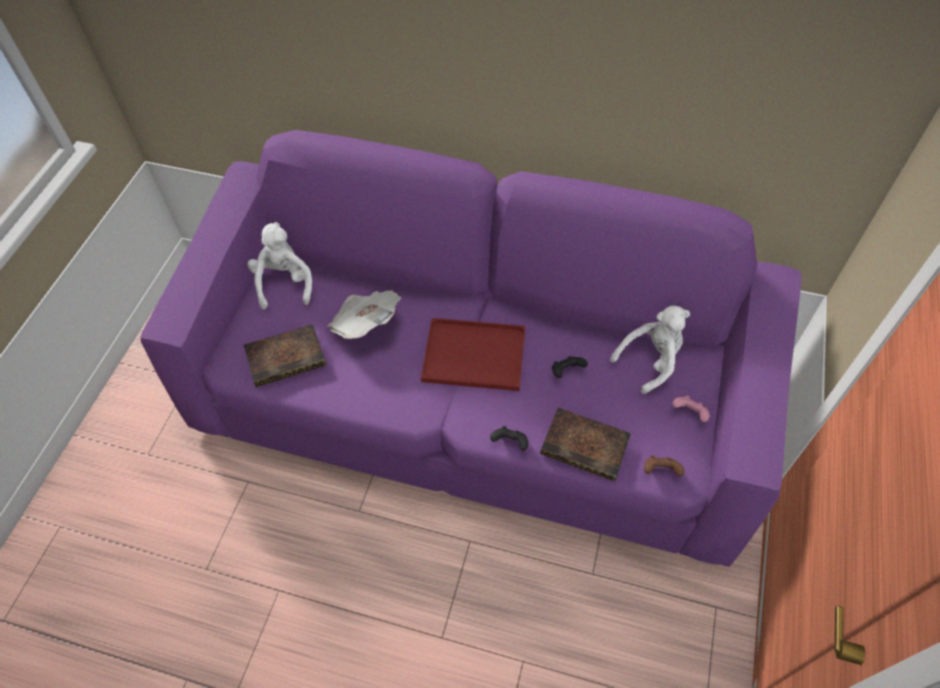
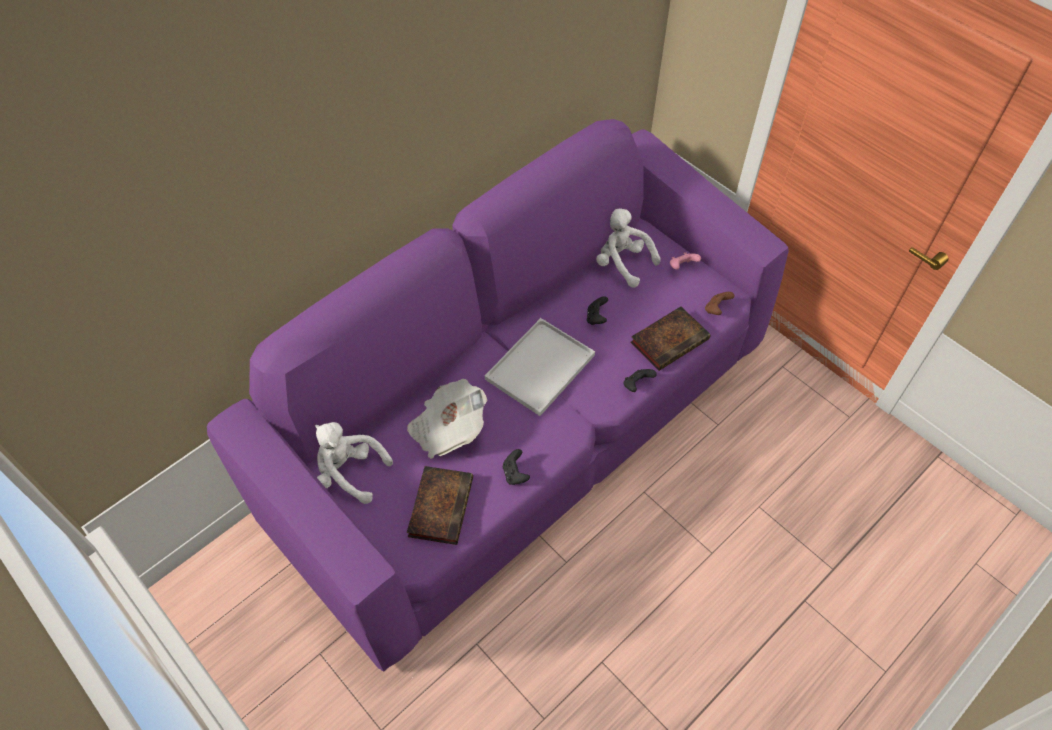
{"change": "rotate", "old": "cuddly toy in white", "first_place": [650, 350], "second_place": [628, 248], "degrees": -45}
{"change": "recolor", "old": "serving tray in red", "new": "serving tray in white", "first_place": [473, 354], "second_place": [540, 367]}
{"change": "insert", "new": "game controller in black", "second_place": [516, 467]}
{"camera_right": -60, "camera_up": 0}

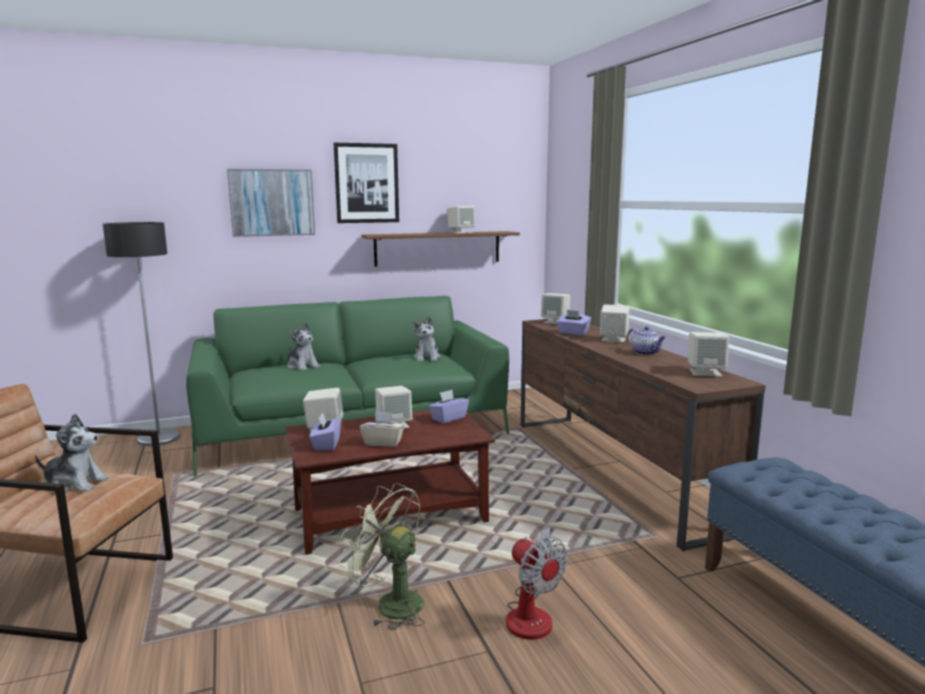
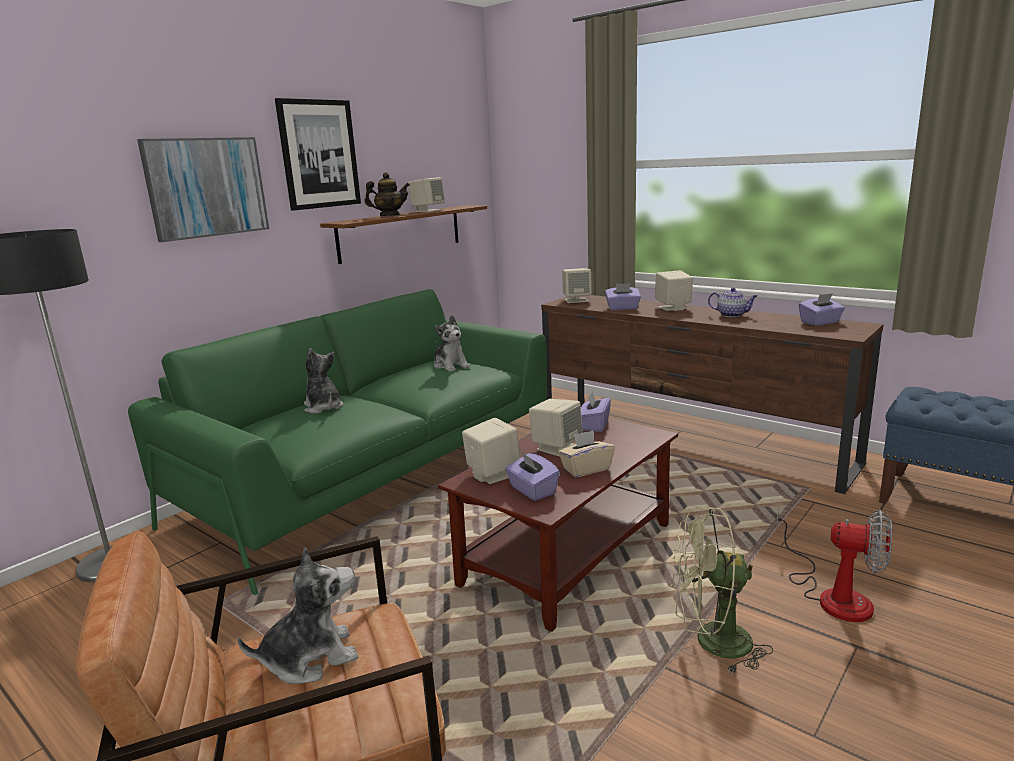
{"change": "rotate", "old": "cuddly toy", "first_place": [303, 346], "second_place": [323, 381], "degrees": -135}
{"change": "replace", "old": "speaker in beige", "new": "tissue box in purplish", "first_place": [708, 354], "second_place": [822, 309]}
{"change": "insert", "new": "pot for tea", "second_place": [387, 194]}
{"camera_right": -30, "camera_up": 5}

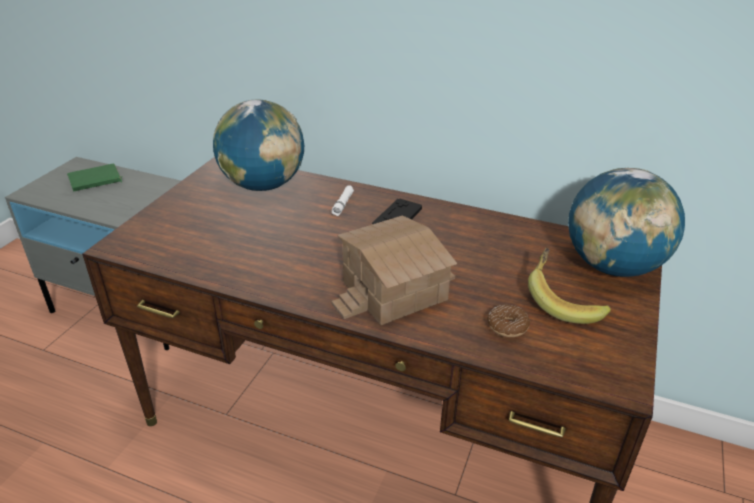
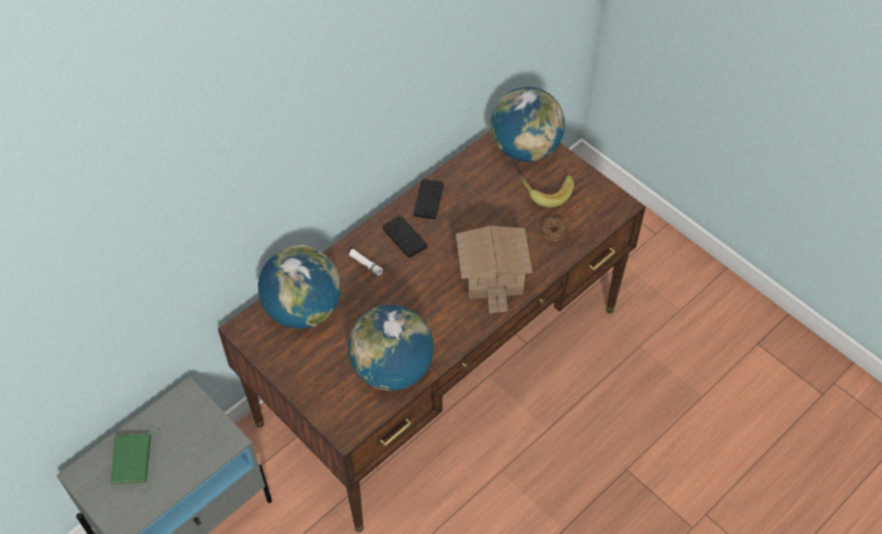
{"change": "insert", "new": "game controller in black", "second_place": [428, 199]}
{"change": "insert", "new": "globe", "second_place": [391, 348]}
{"camera_right": -65, "camera_up": 20}

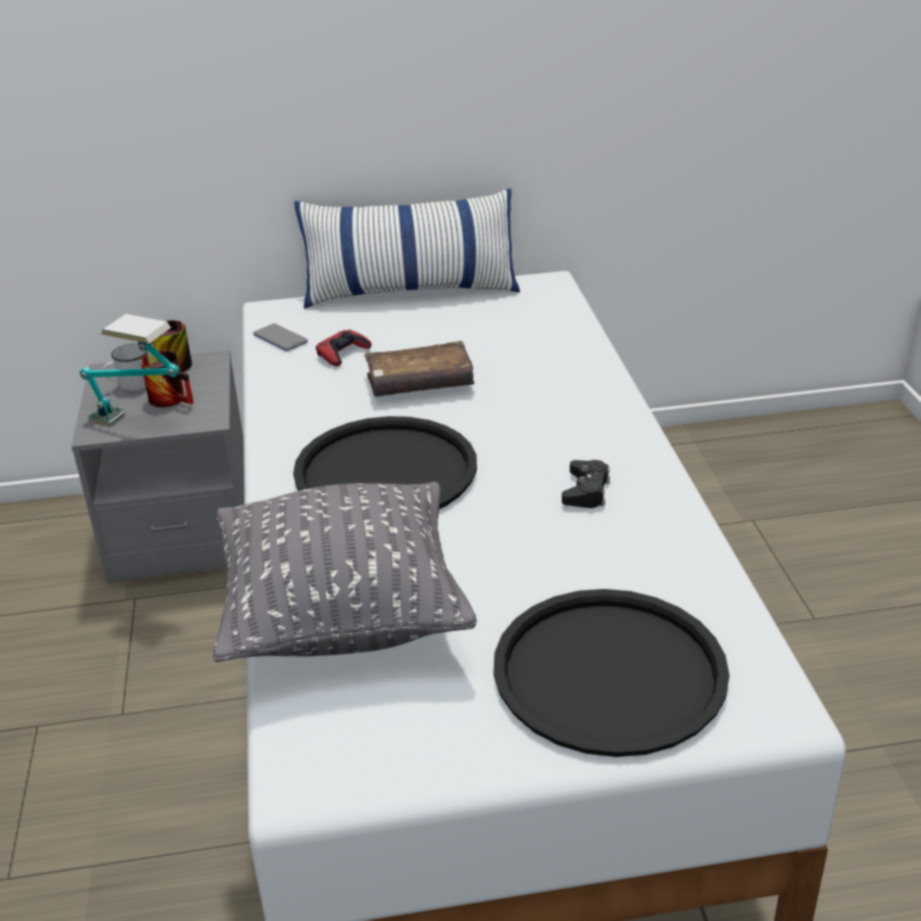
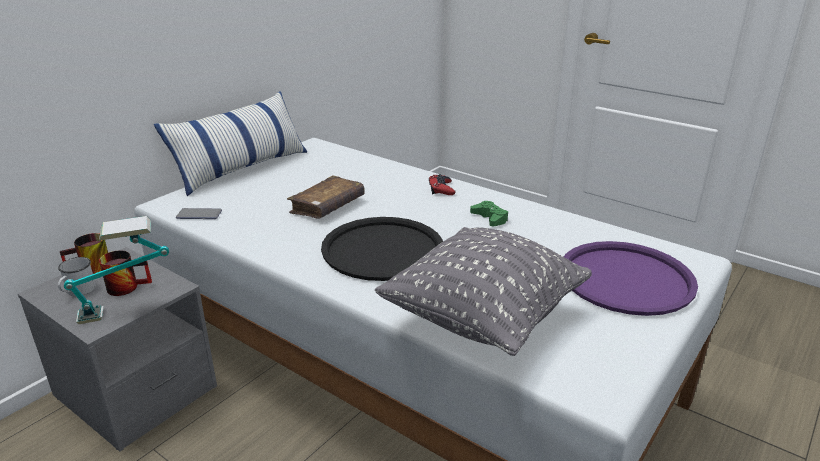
{"change": "move", "old": "game controller in red", "first_place": [343, 348], "second_place": [442, 184]}
{"change": "recolor", "old": "game controller in black", "new": "game controller in green", "first_place": [586, 484], "second_place": [489, 214]}
{"change": "recolor", "old": "serving tray in black", "new": "serving tray in purplish", "first_place": [611, 673], "second_place": [631, 278]}
{"camera_right": -45, "camera_up": -5}

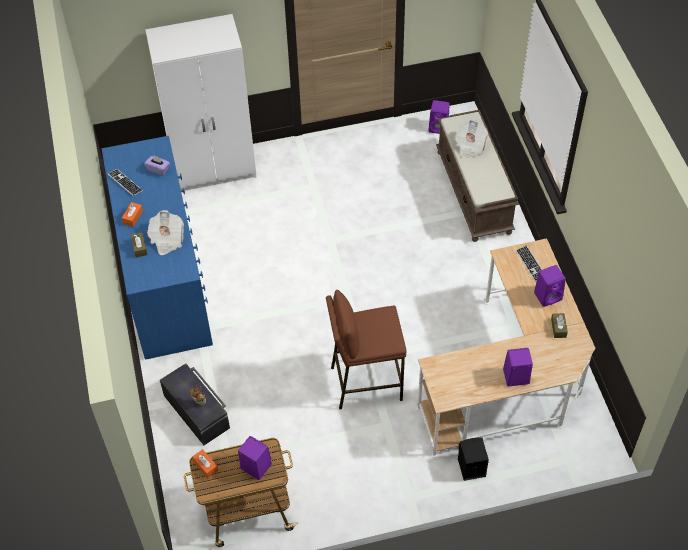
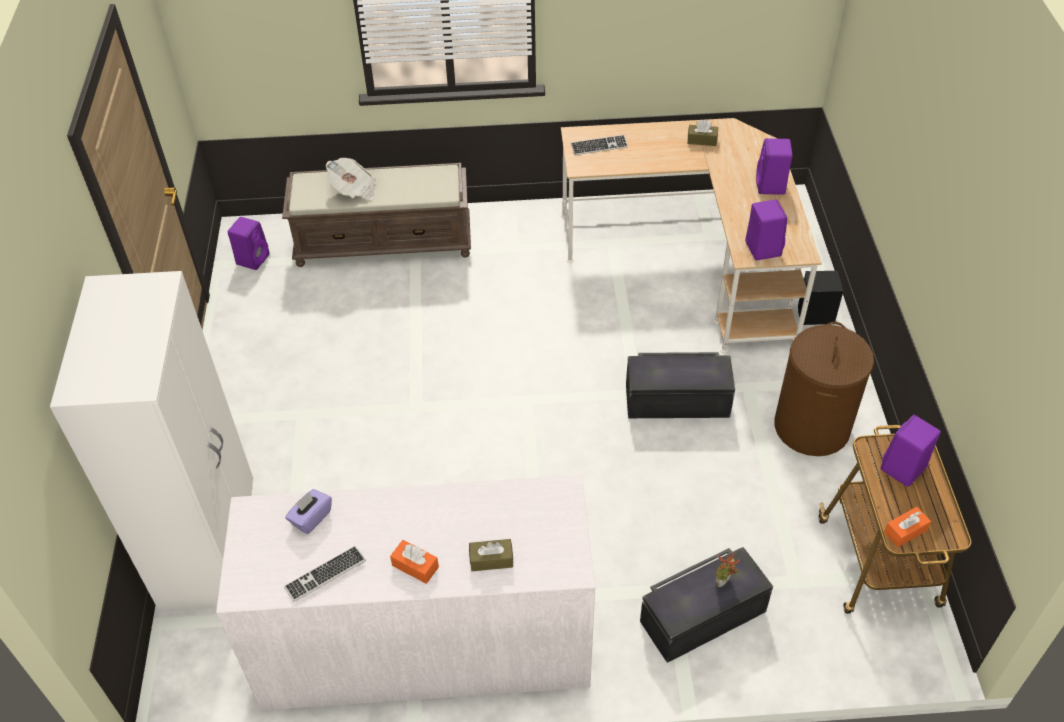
{"change": "recolor", "old": "chest of drawers in blue-coloured", "new": "chest of drawers in white", "first_place": [157, 248], "second_place": [405, 592]}
{"change": "delete", "old": "printed paper", "first_place": [165, 232]}
{"change": "move", "old": "speaker in purplish", "first_place": [550, 286], "second_place": [766, 229]}
{"change": "replace", "old": "sitting stool in brown-coloured", "new": "storage box in black", "first_place": [366, 350], "second_place": [680, 385]}
{"change": "insert", "new": "hamper in brown-coloured", "second_place": [824, 389]}
{"camera_right": -80, "camera_up": -5}

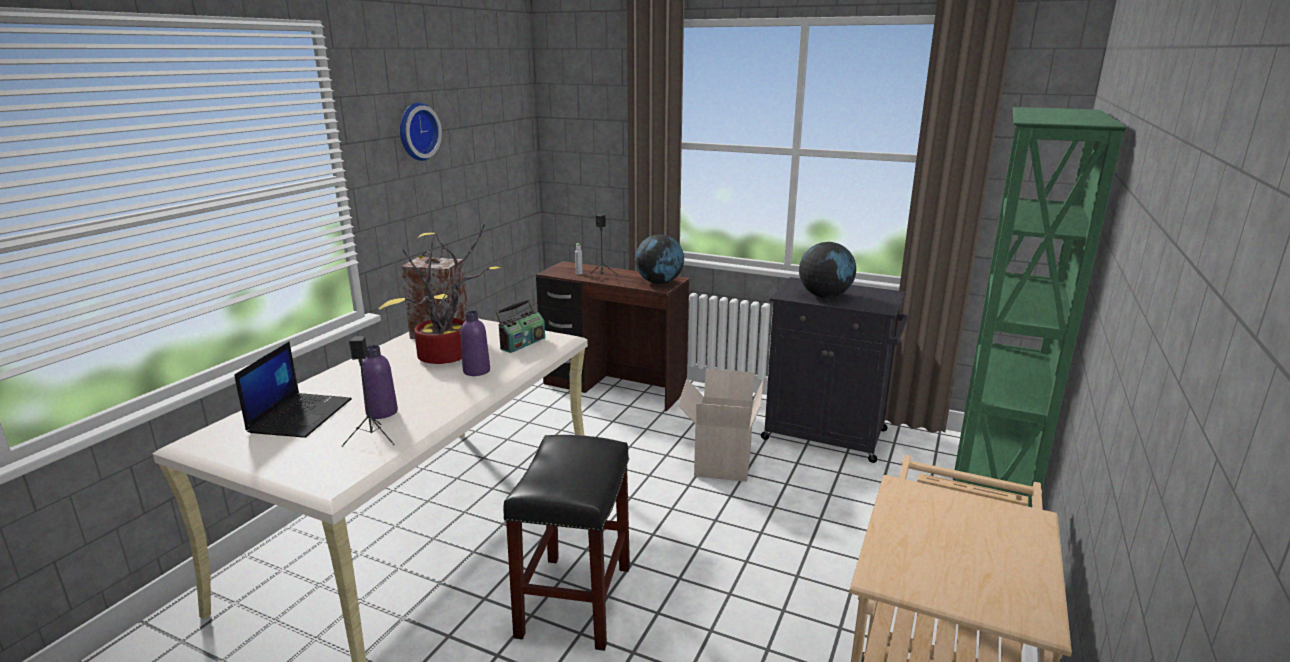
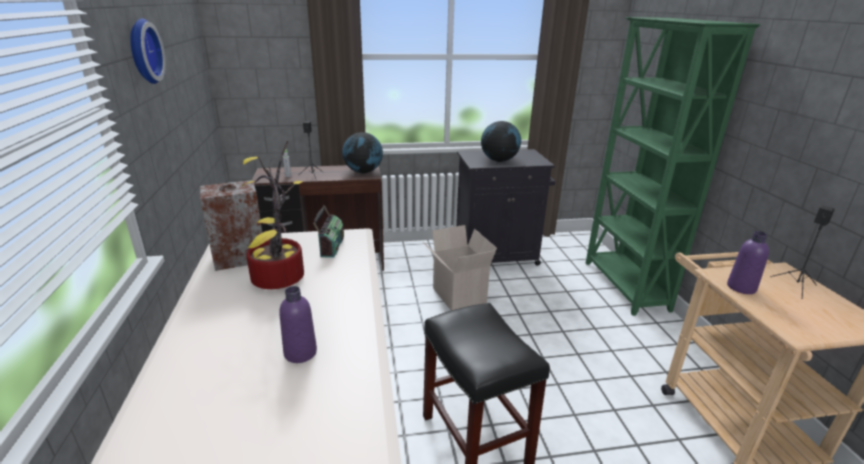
{"change": "move", "old": "bottle in purplish", "first_place": [475, 343], "second_place": [748, 262]}
{"change": "move", "old": "speaker in black", "first_place": [368, 391], "second_place": [802, 252]}
{"change": "delete", "old": "laptop", "first_place": [293, 389]}
{"camera_right": -35, "camera_up": 5}

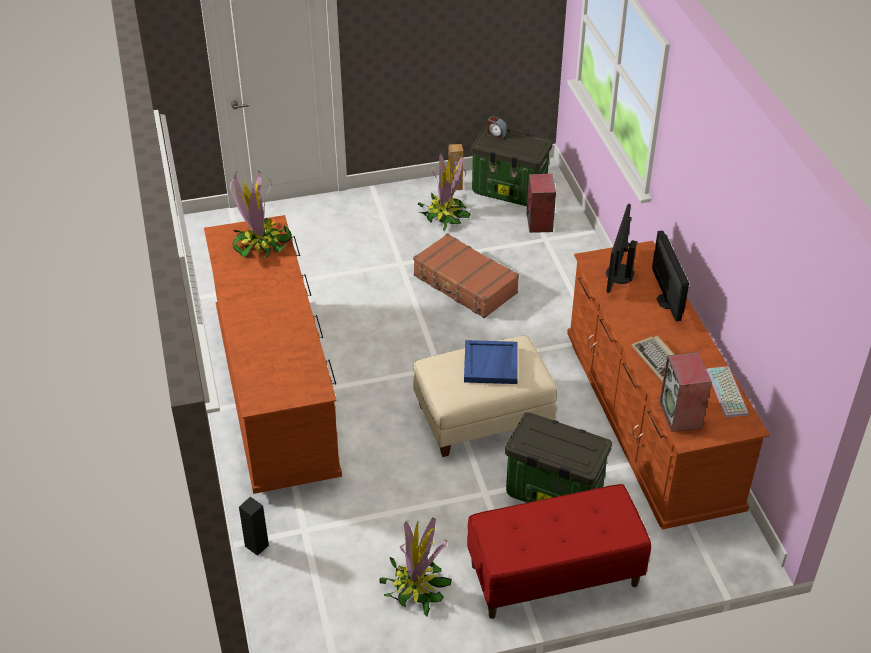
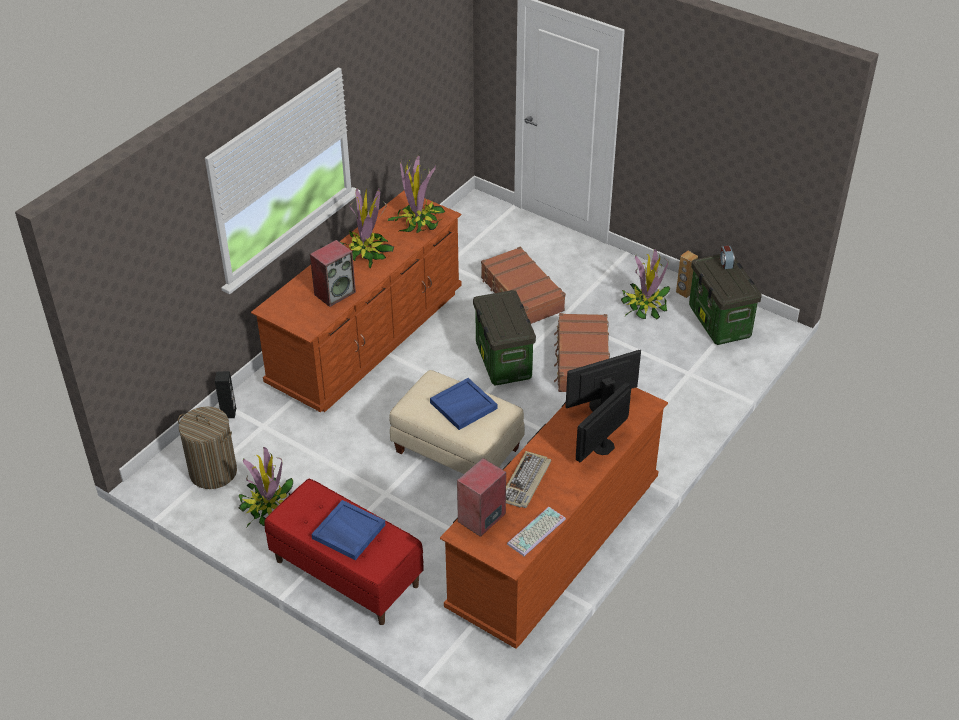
{"change": "move", "old": "speaker", "first_place": [541, 203], "second_place": [333, 273]}
{"change": "move", "old": "storage box", "first_place": [558, 457], "second_place": [504, 338]}
{"change": "insert", "new": "potted plant", "second_place": [367, 228]}
{"change": "insert", "new": "piece of luggage in brown-coloured", "second_place": [523, 285]}
{"change": "insert", "new": "hamper", "second_place": [207, 447]}
{"change": "insert", "new": "serving tray in blue-coloured", "second_place": [348, 530]}
{"camera_right": 50, "camera_up": 0}

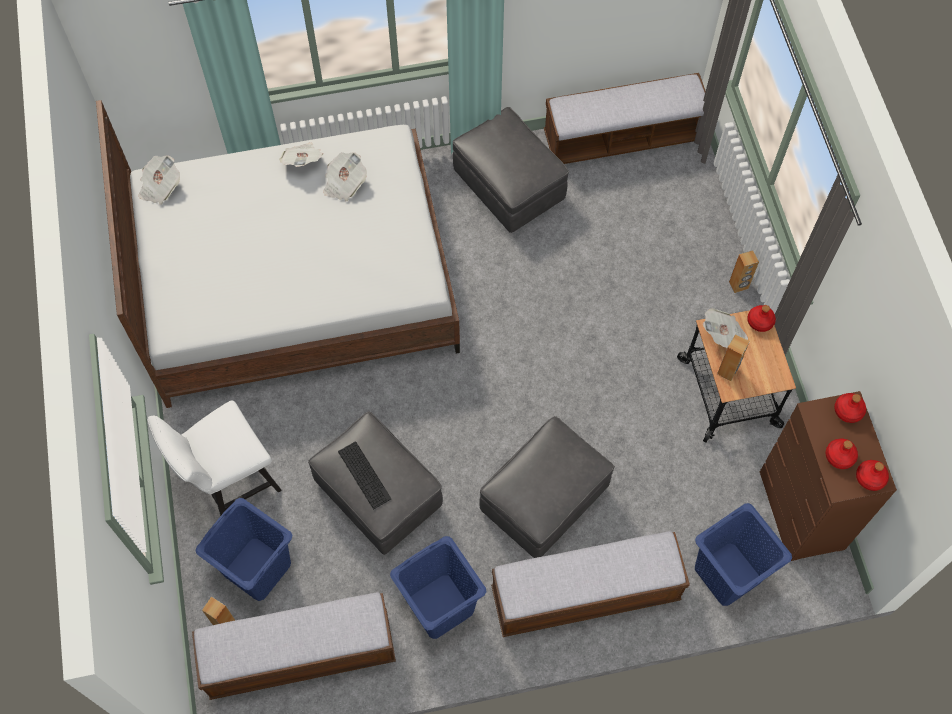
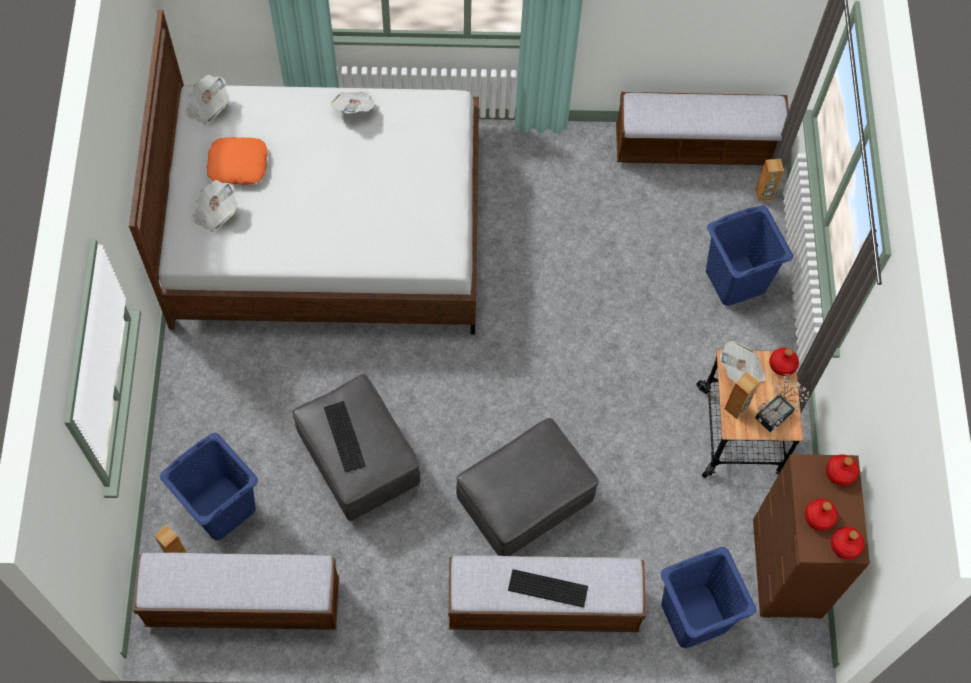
{"change": "delete", "old": "footrest in gray", "first_place": [511, 170]}
{"change": "move", "old": "printed paper", "first_place": [345, 176], "second_place": [214, 206]}
{"change": "move", "old": "speaker in brown-coloured", "first_place": [744, 271], "second_place": [769, 180]}
{"change": "delete", "old": "plain chair in white", "first_place": [215, 458]}
{"change": "move", "old": "hamper in blue-coloured", "first_place": [438, 587], "second_place": [749, 256]}
{"change": "insert", "new": "cushion in orange-coloured", "second_place": [237, 161]}
{"change": "insert", "new": "potted plant", "second_place": [782, 403]}
{"change": "insert", "new": "computer keyboard", "second_place": [548, 588]}
{"camera_right": 10, "camera_up": 0}

